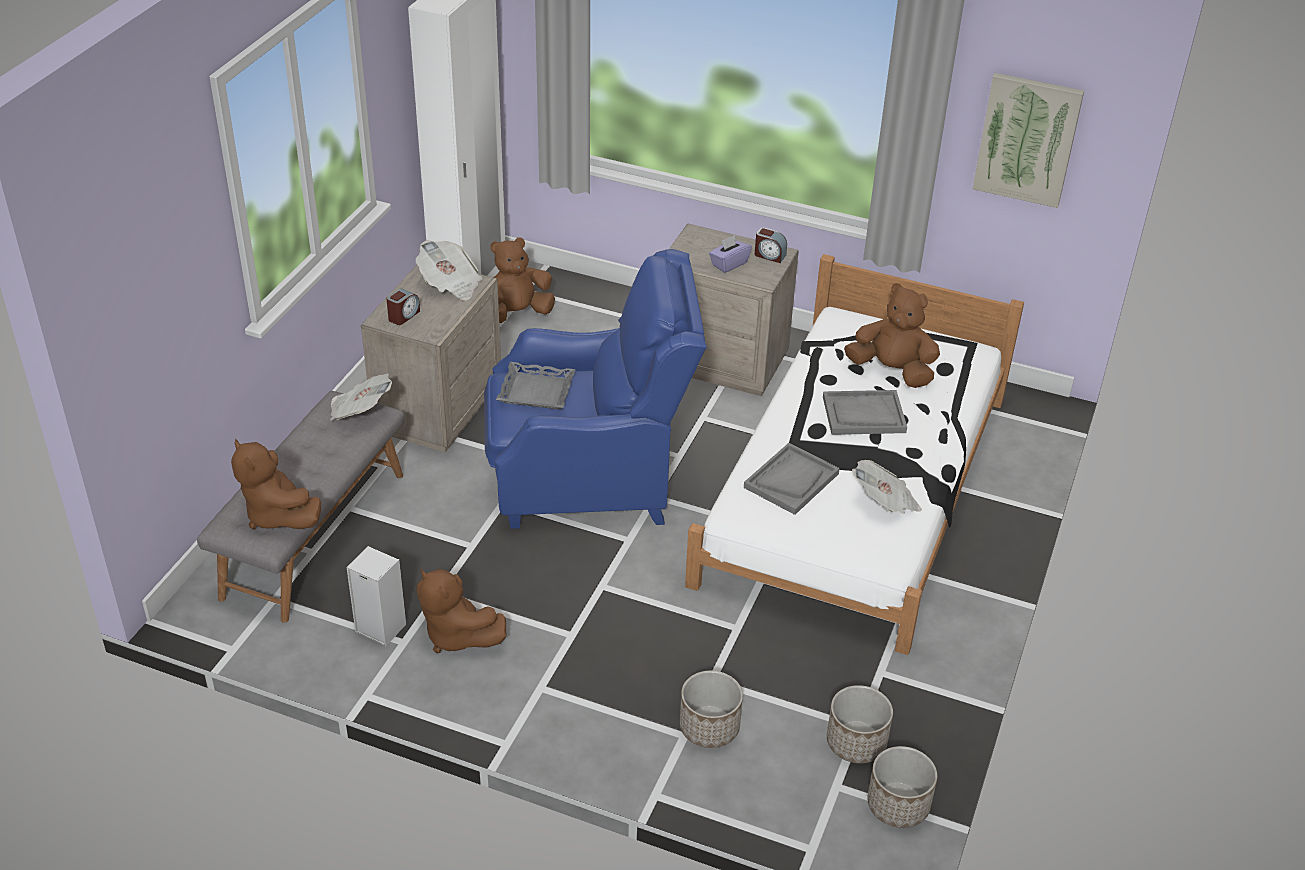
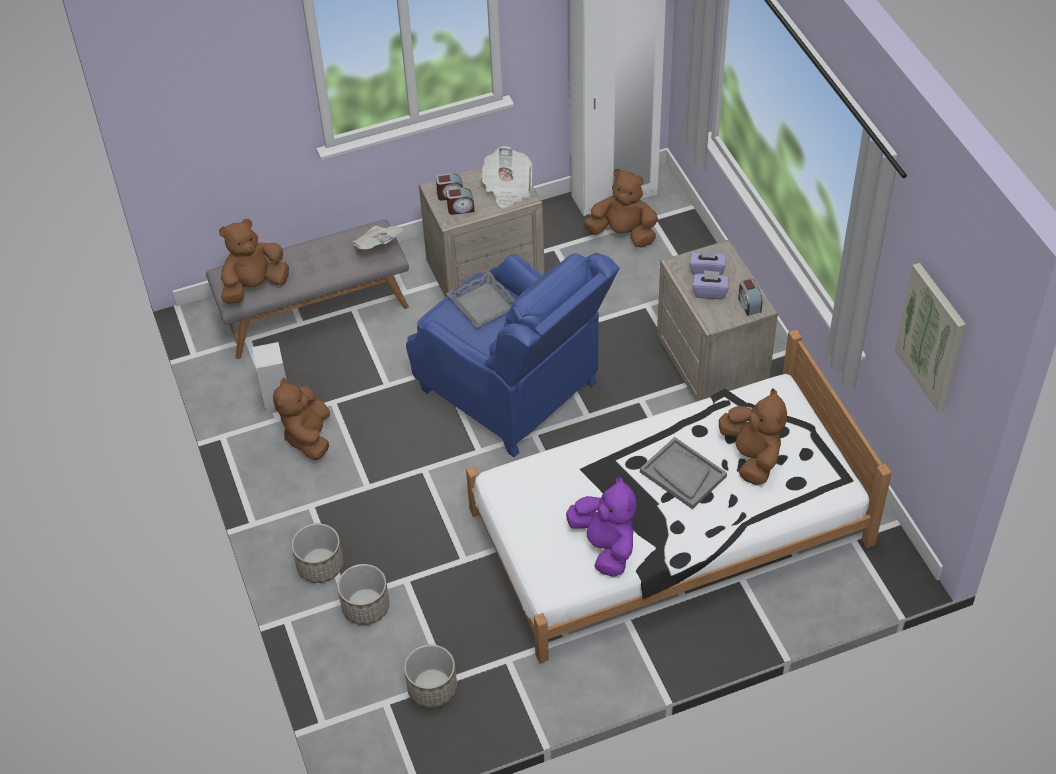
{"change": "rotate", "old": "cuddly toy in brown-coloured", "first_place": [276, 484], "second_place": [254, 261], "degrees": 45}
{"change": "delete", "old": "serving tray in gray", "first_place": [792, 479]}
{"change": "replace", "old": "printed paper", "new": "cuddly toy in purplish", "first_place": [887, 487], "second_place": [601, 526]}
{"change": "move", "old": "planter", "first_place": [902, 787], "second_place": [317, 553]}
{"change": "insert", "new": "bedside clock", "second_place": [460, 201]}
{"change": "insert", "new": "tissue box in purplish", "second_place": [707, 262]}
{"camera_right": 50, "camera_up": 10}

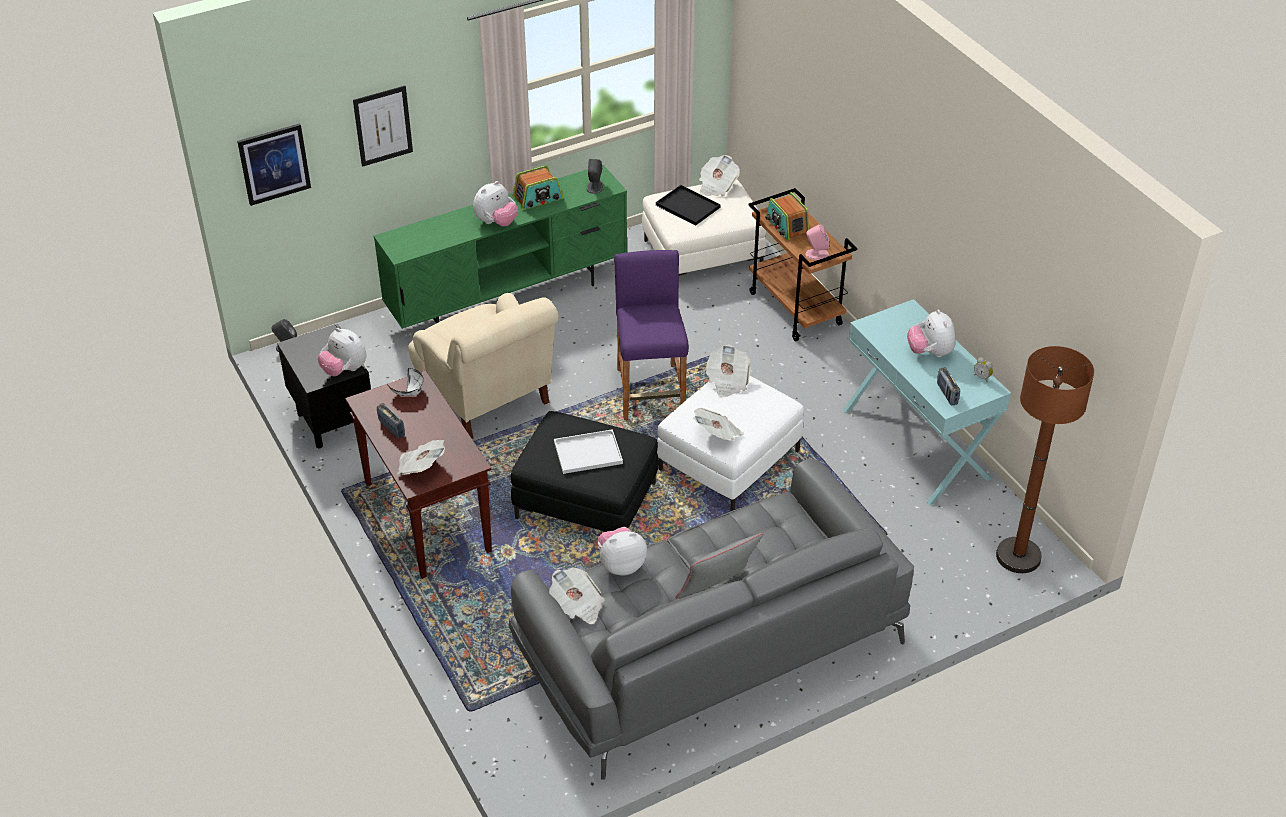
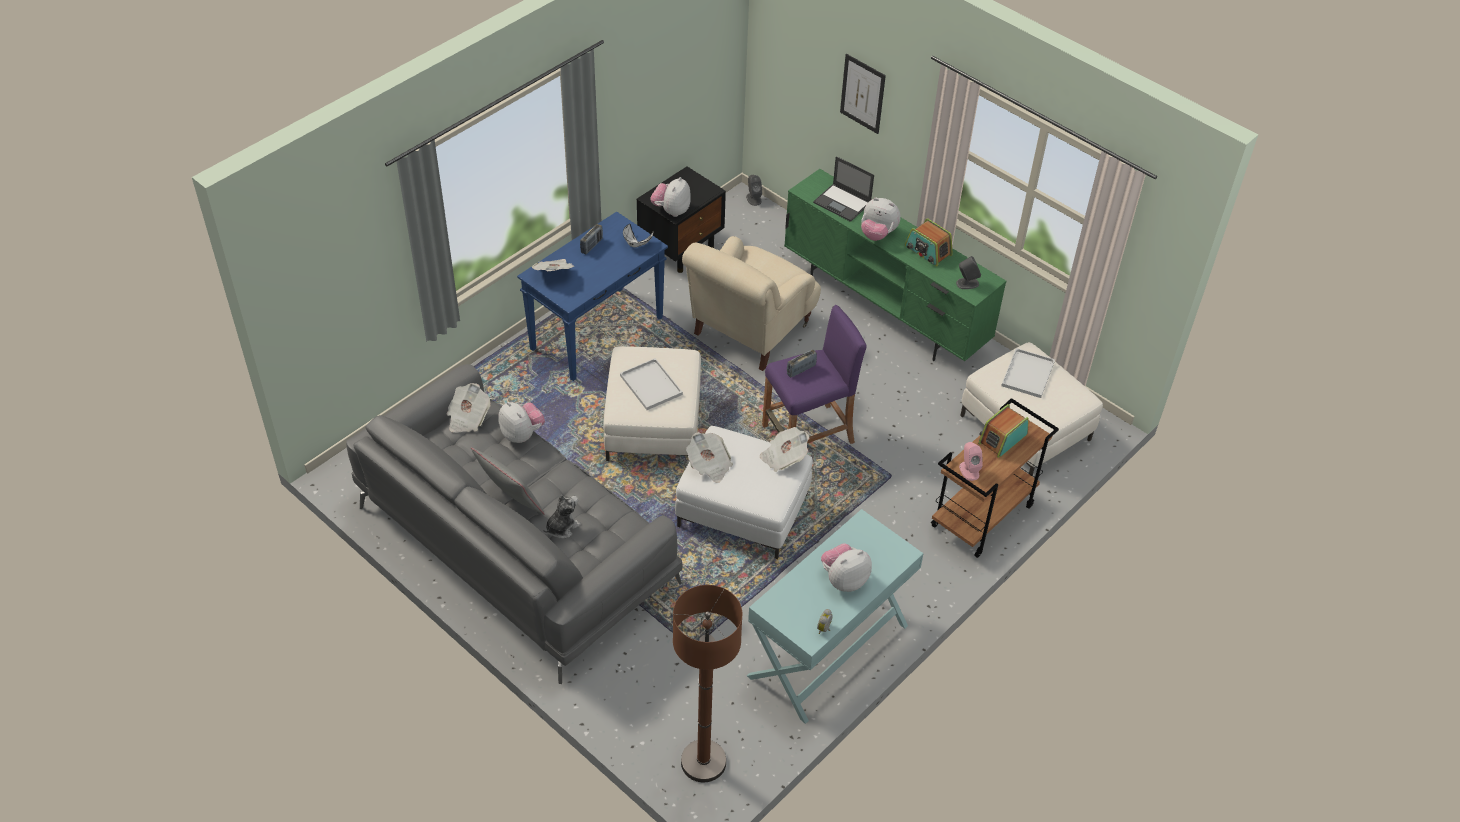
{"change": "delete", "old": "wall art", "first_place": [274, 164]}
{"change": "delete", "old": "printed paper", "first_place": [719, 175]}
{"change": "recolor", "old": "serving tray in black", "new": "serving tray in white", "first_place": [688, 205], "second_place": [1028, 373]}
{"change": "move", "old": "radio set", "first_place": [948, 386], "second_place": [802, 363]}
{"change": "recolor", "old": "console table in brown-coloured", "new": "console table in blue-coloured", "first_place": [418, 475], "second_place": [592, 296]}
{"change": "recolor", "old": "footrest in black", "new": "footrest in white", "first_place": [584, 471], "second_place": [652, 403]}
{"change": "insert", "new": "laptop", "second_place": [843, 189]}
{"change": "insert", "new": "cuddly toy", "second_place": [562, 517]}
{"camera_right": 70, "camera_up": 5}

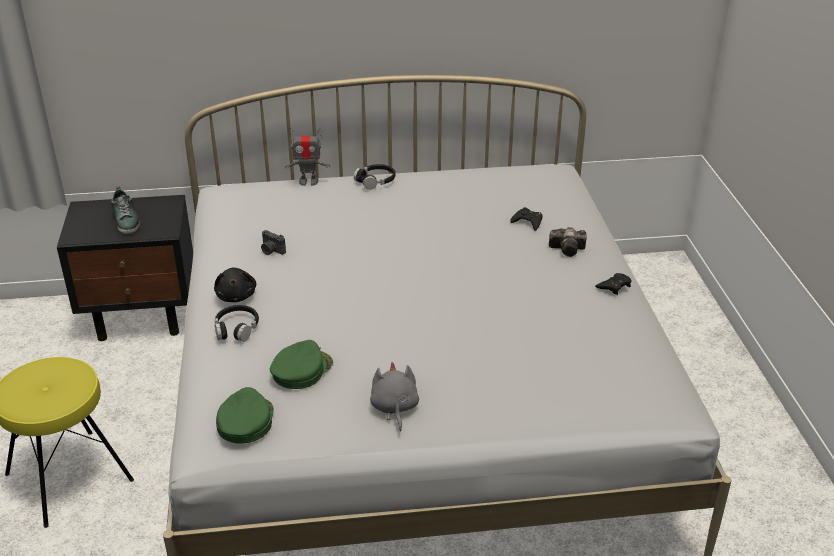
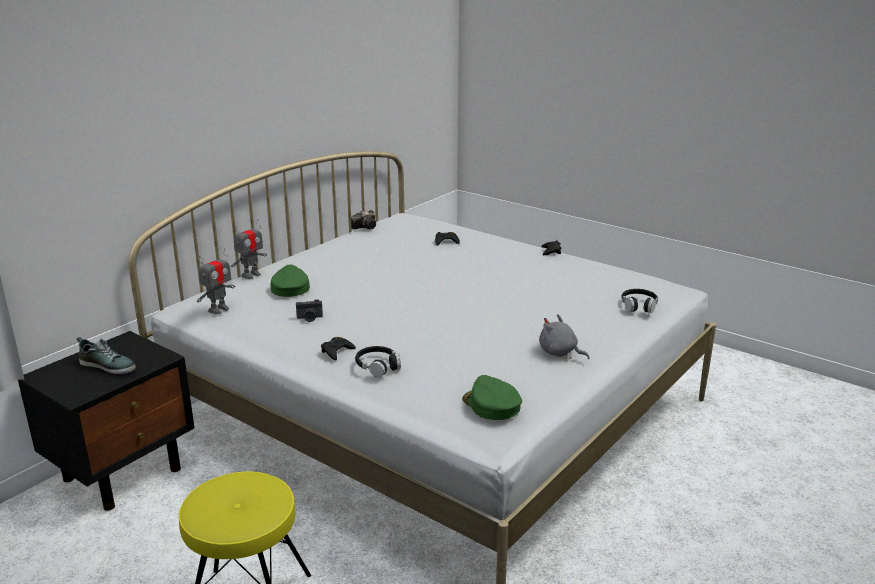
{"change": "move", "old": "headset in black", "first_place": [375, 177], "second_place": [639, 301]}
{"change": "move", "old": "still camera", "first_place": [568, 242], "second_place": [363, 220]}
{"change": "replace", "old": "cuddly toy in black", "new": "game controller in black", "first_place": [235, 285], "second_place": [338, 348]}
{"change": "move", "old": "cap in green", "first_place": [301, 364], "second_place": [290, 281]}
{"change": "insert", "new": "toy robot", "second_place": [216, 281]}
{"camera_right": -45, "camera_up": -10}

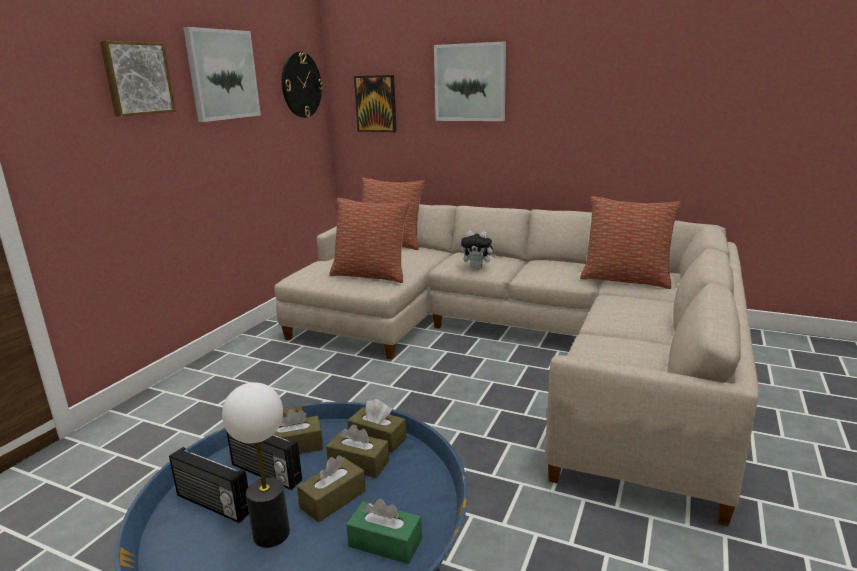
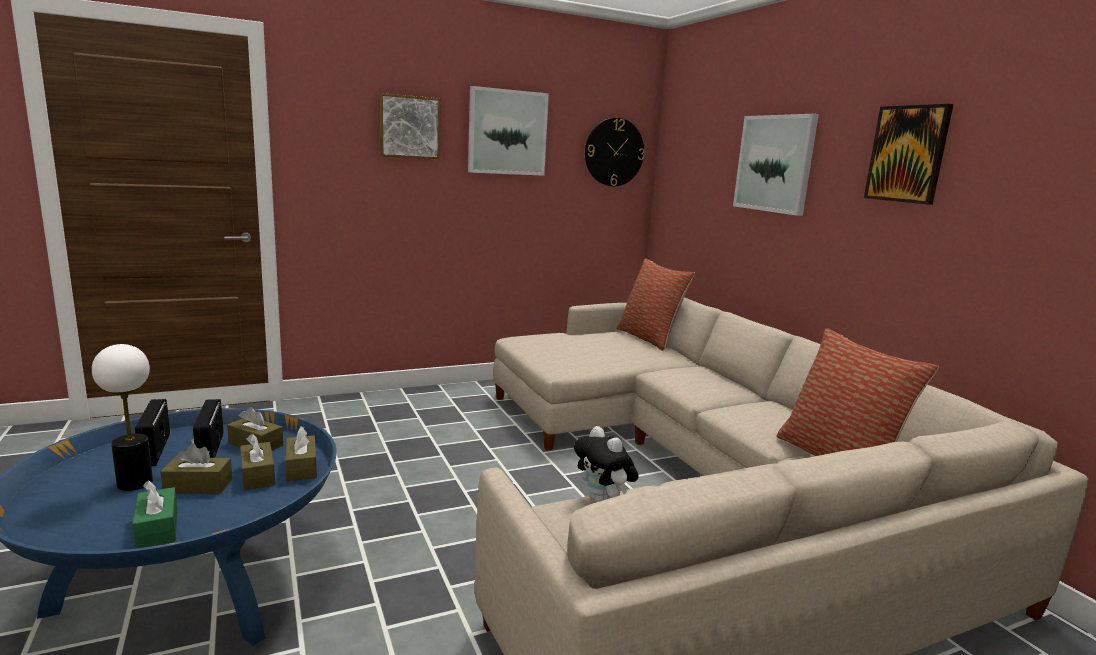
{"change": "move", "old": "wall art", "first_place": [375, 103], "second_place": [908, 154]}
{"change": "delete", "old": "cushion", "first_place": [369, 240]}
{"change": "move", "old": "cuddly toy", "first_place": [478, 250], "second_place": [606, 464]}
{"camera_right": 40, "camera_up": -5}

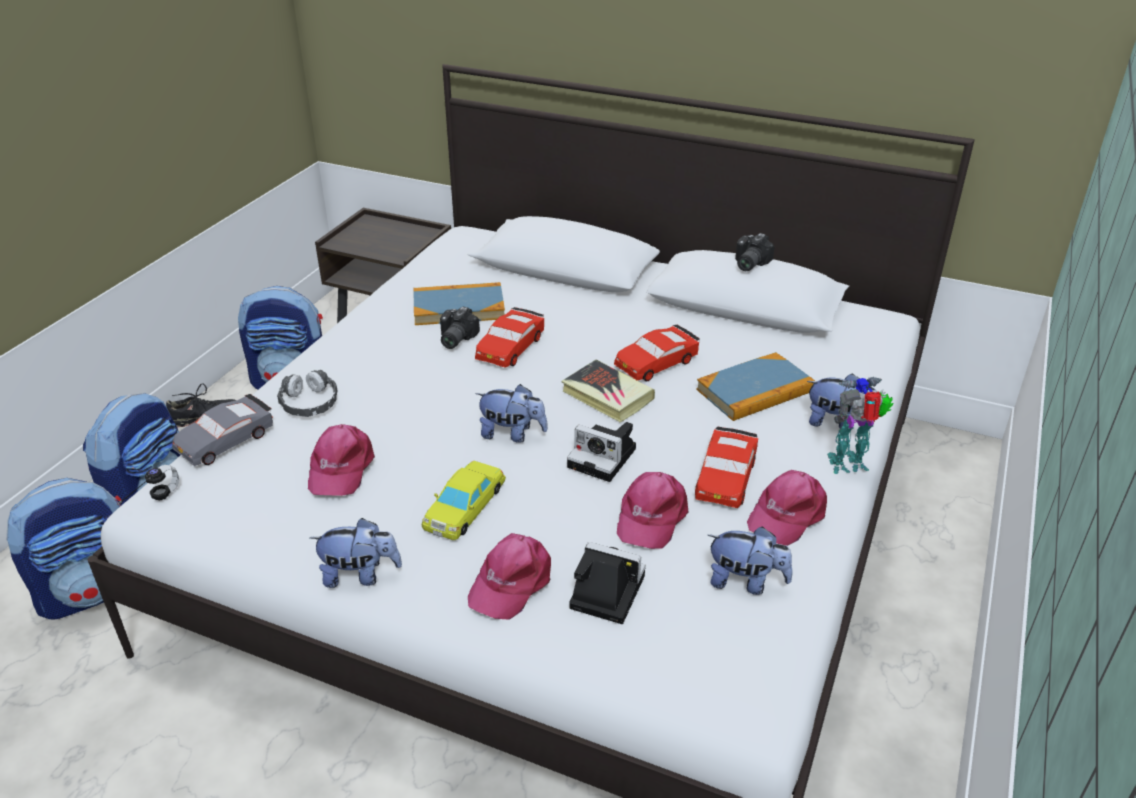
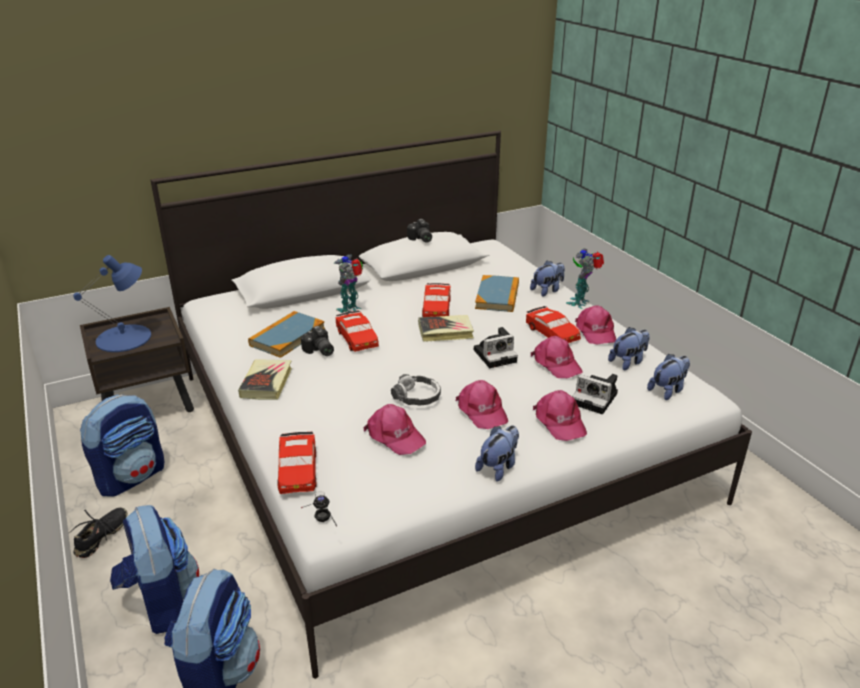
{"change": "move", "old": "headset", "first_place": [307, 393], "second_place": [416, 390]}
{"change": "move", "old": "cuddly toy", "first_place": [511, 413], "second_place": [668, 377]}
{"change": "recolor", "old": "model car in gray", "new": "model car in red", "first_place": [222, 430], "second_place": [297, 463]}
{"change": "replace", "old": "model car in yellow", "new": "cap in pinkish", "first_place": [464, 500], "second_place": [482, 404]}
{"change": "rotate", "old": "still camera", "first_place": [607, 583], "second_place": [595, 394], "degrees": -120}
{"change": "insert", "new": "toy robot", "second_place": [348, 284]}
{"change": "insert", "new": "tabletop lamp in blue-coloured", "second_place": [112, 303]}
{"change": "insert", "new": "bound book", "second_place": [265, 379]}
{"camera_right": -50, "camera_up": -5}

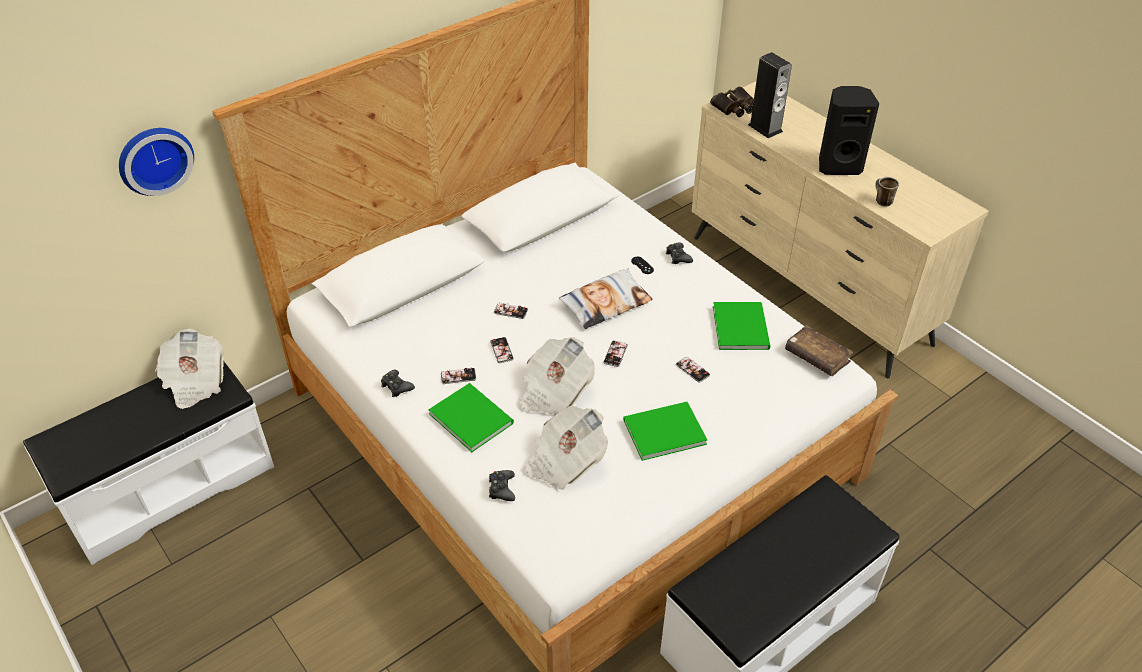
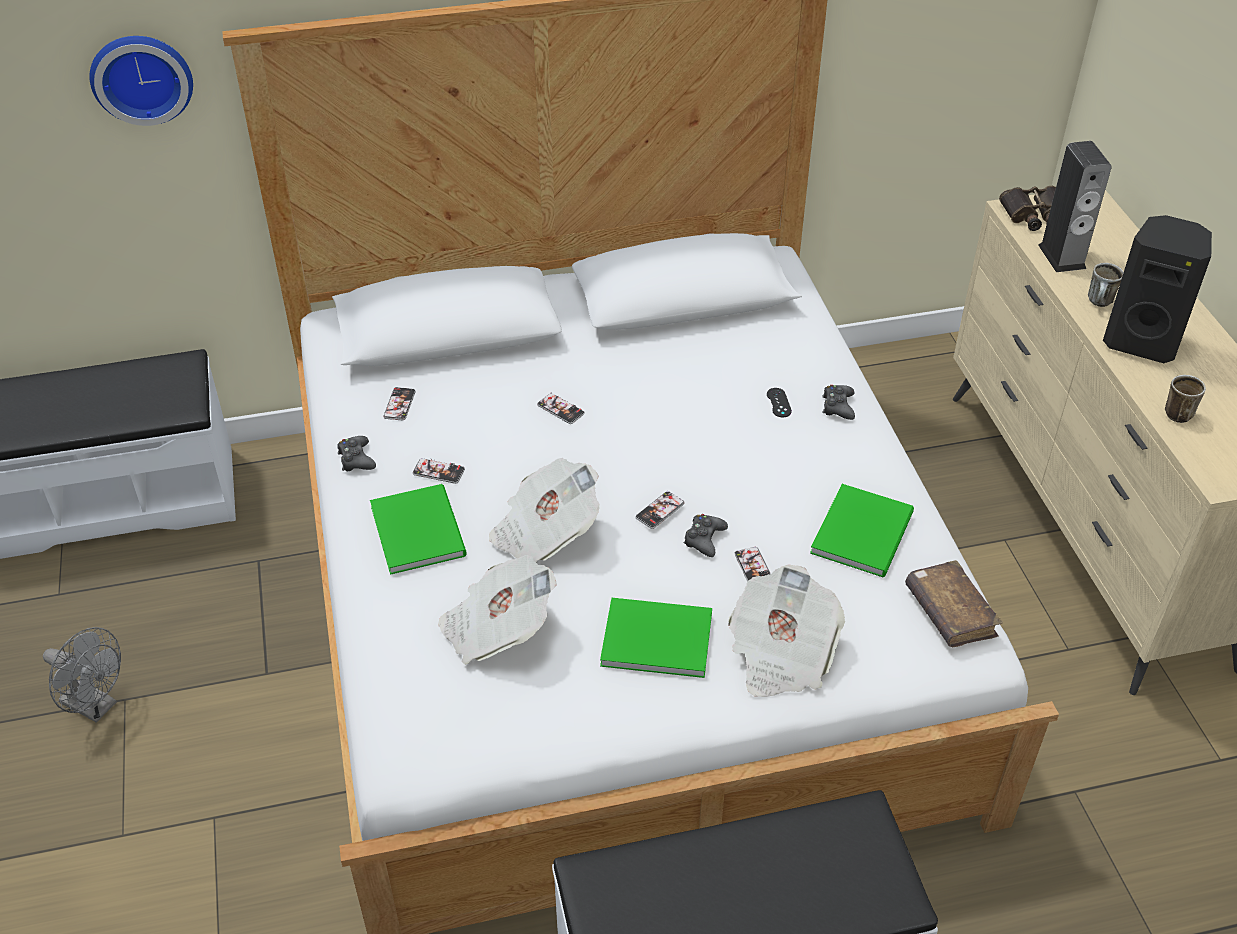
{"change": "delete", "old": "cushion", "first_place": [606, 299]}
{"change": "move", "old": "printed paper", "first_place": [189, 369], "second_place": [786, 631]}
{"change": "move", "old": "handset", "first_place": [502, 350], "second_place": [399, 403]}
{"change": "move", "old": "game controller in black", "first_place": [502, 485], "second_place": [706, 535]}
{"change": "insert", "new": "coffee mug", "second_place": [1106, 285]}
{"change": "insert", "new": "cooling fan in gray", "second_place": [82, 675]}
{"camera_right": 25, "camera_up": 0}

